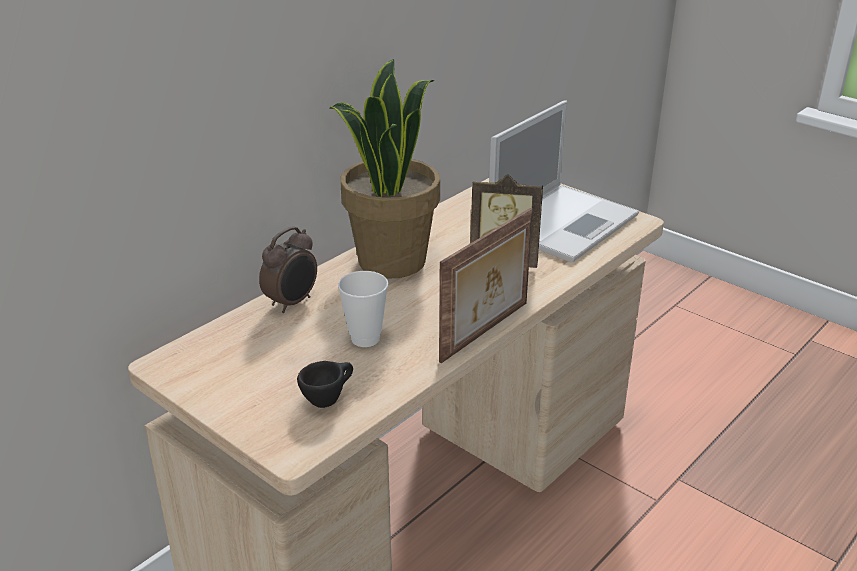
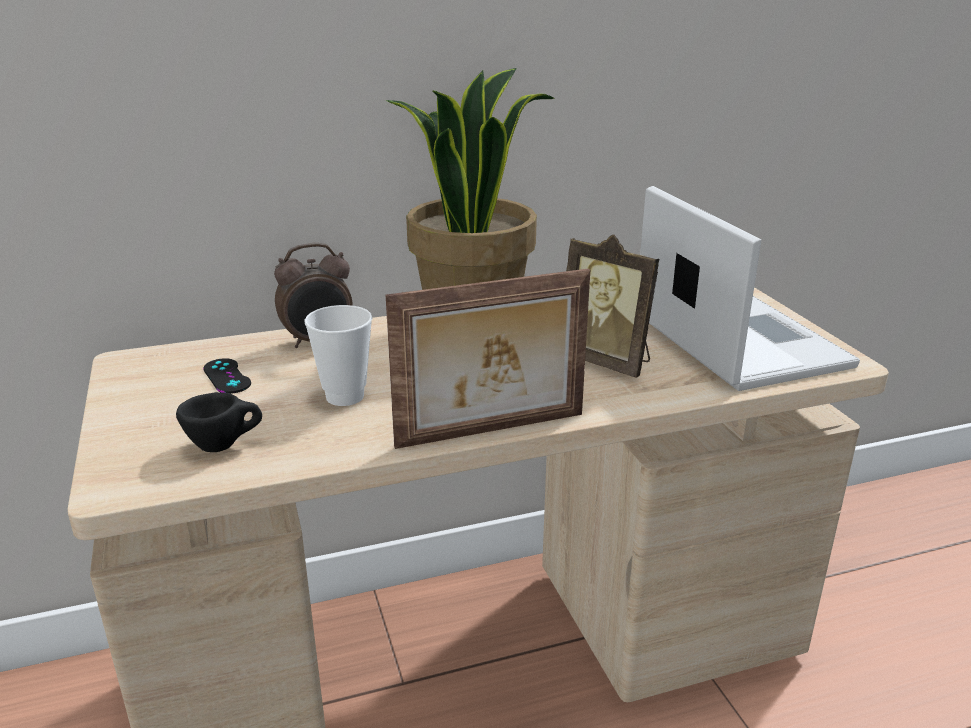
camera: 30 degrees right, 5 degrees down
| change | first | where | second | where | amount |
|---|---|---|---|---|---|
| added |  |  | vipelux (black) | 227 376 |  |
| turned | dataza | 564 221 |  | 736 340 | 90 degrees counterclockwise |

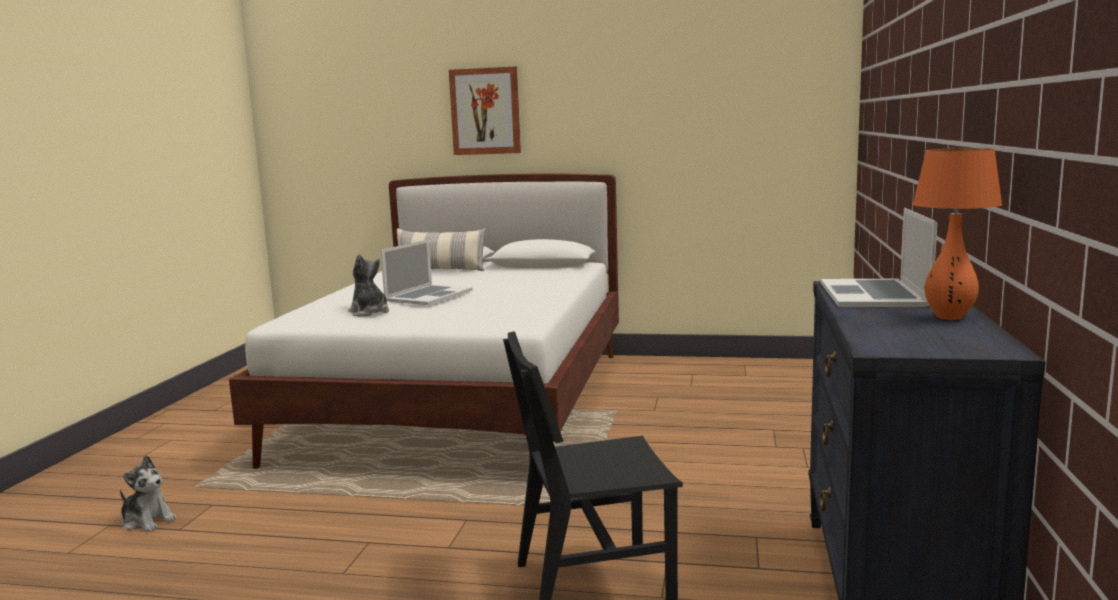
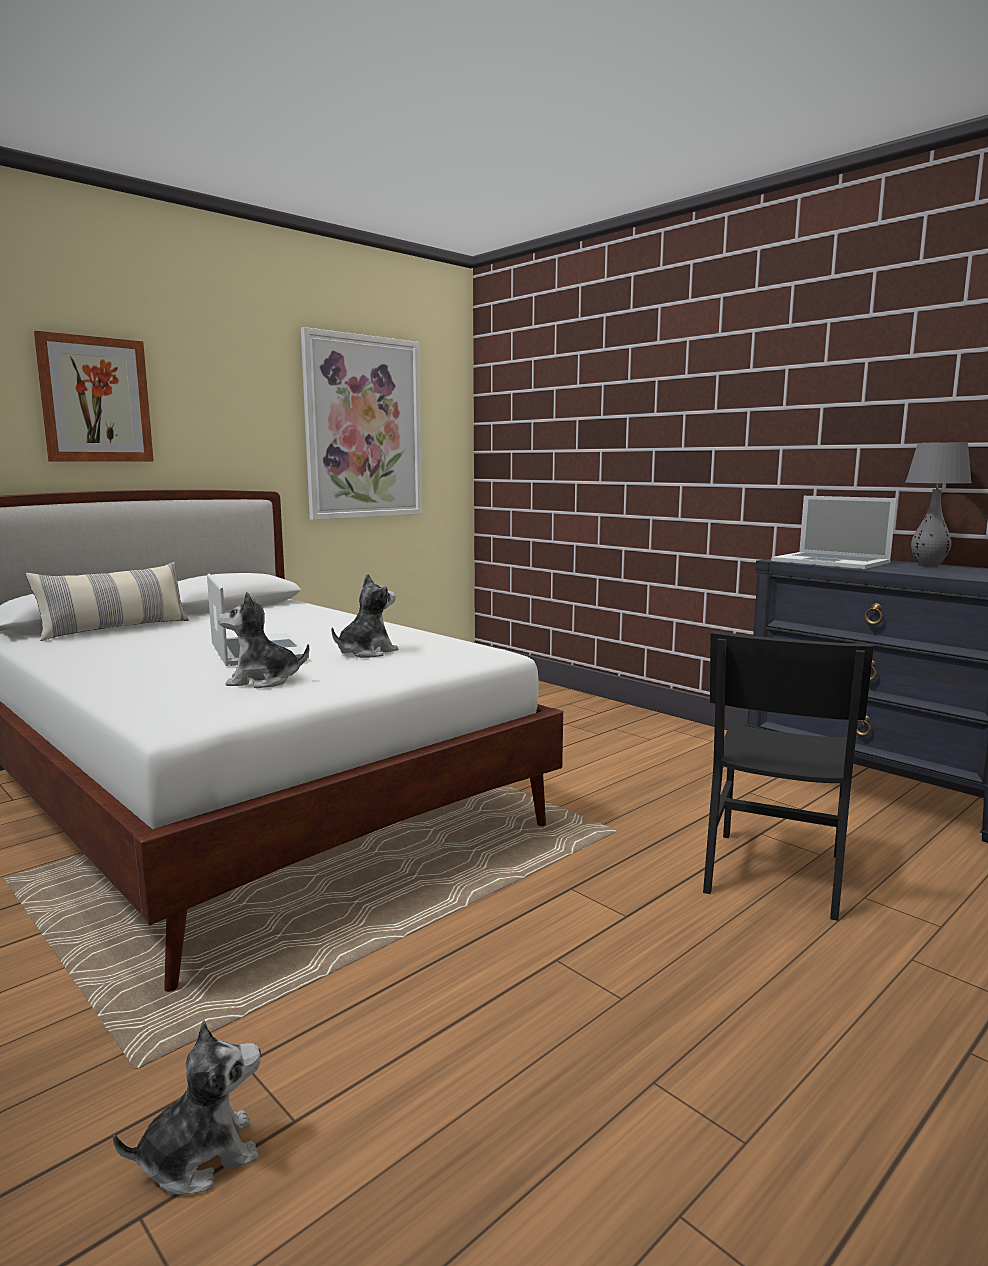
camera: 55 degrees left, 0 degrees up
| change | first | where | second | where | amount |
|---|---|---|---|---|---|
| added |  |  | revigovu | 363 428 |  |
| added |  |  | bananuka | 366 652 |  |
| recoloured | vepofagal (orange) | 949 317 | vepofagal (grey) | 928 565 |  |

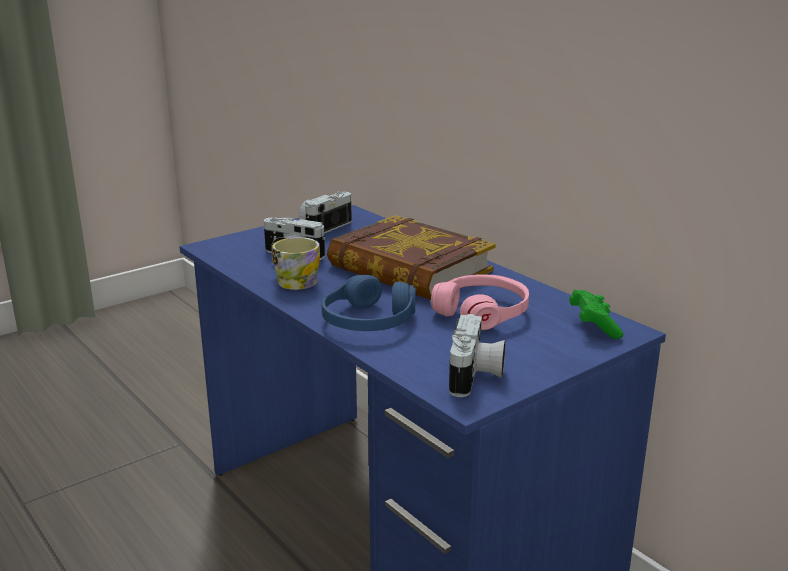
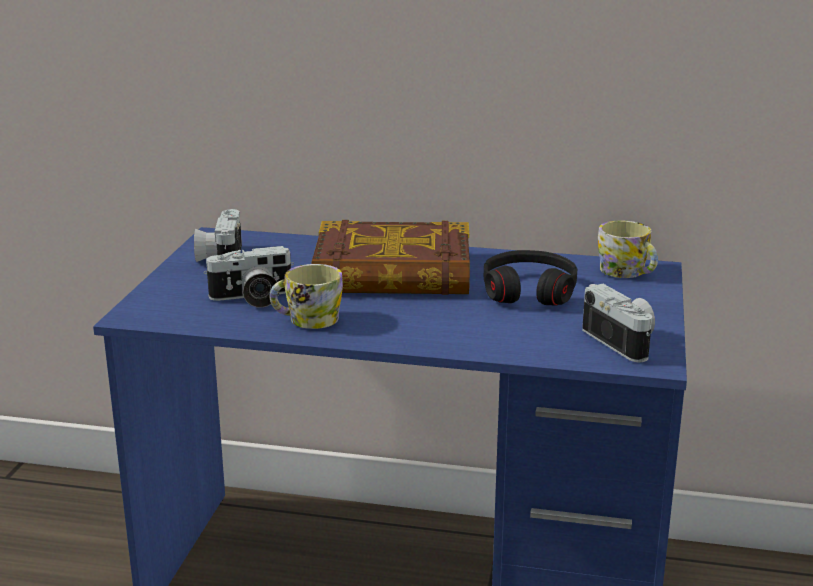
camera: 40 degrees left, 0 degrees up
| change | first | where | second | where | amount |
|---|---|---|---|---|---|
| recoloured | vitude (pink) | 482 313 | vitude (black) | 529 291 |  |
| replaced | vipelux (green) | 593 326 | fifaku | 627 273 |  |
| removed | vitude (blue) | 368 321 |  |  |  |

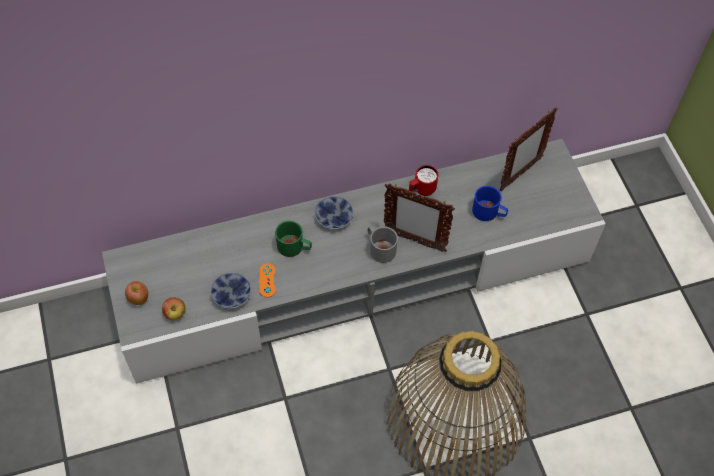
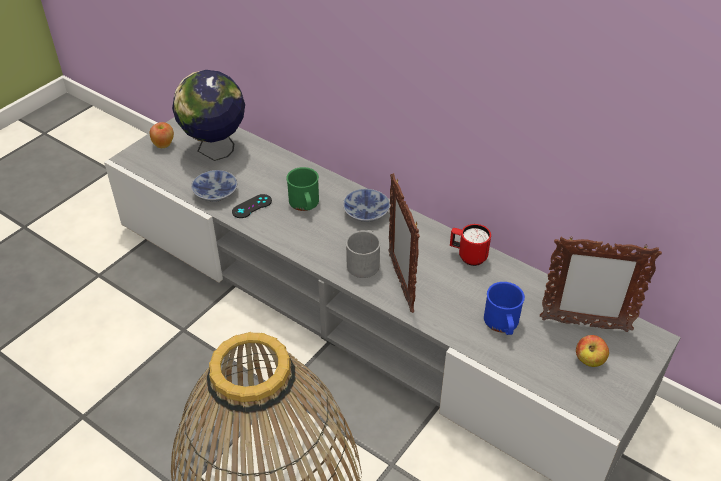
camera: 55 degrees right, 15 degrees down
| change | first | where | second | where | amount |
|---|---|---|---|---|---|
| added |  |  | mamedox | 215 150 |  |
| recoloured | vipelux (orange) | 267 280 | vipelux (black) | 252 206 |  |
| moved | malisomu | 175 313 |  | 589 360 |  |

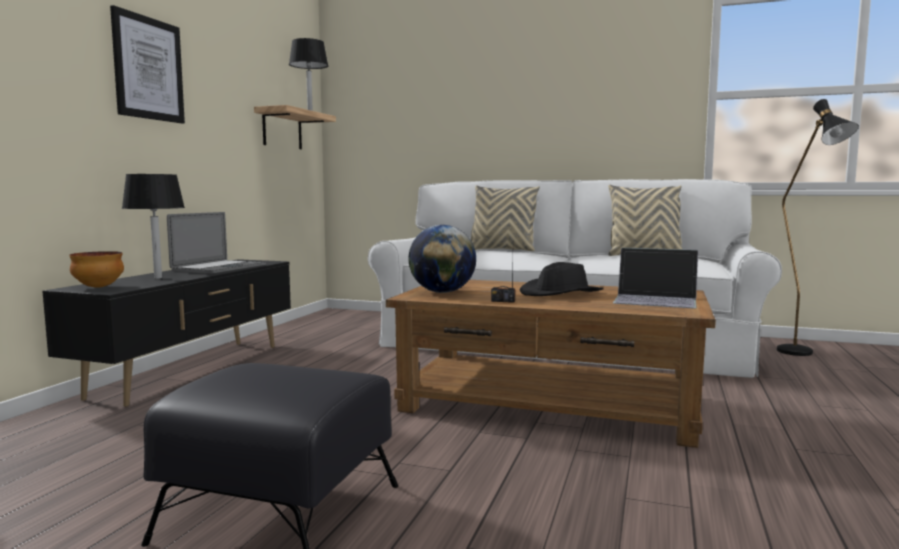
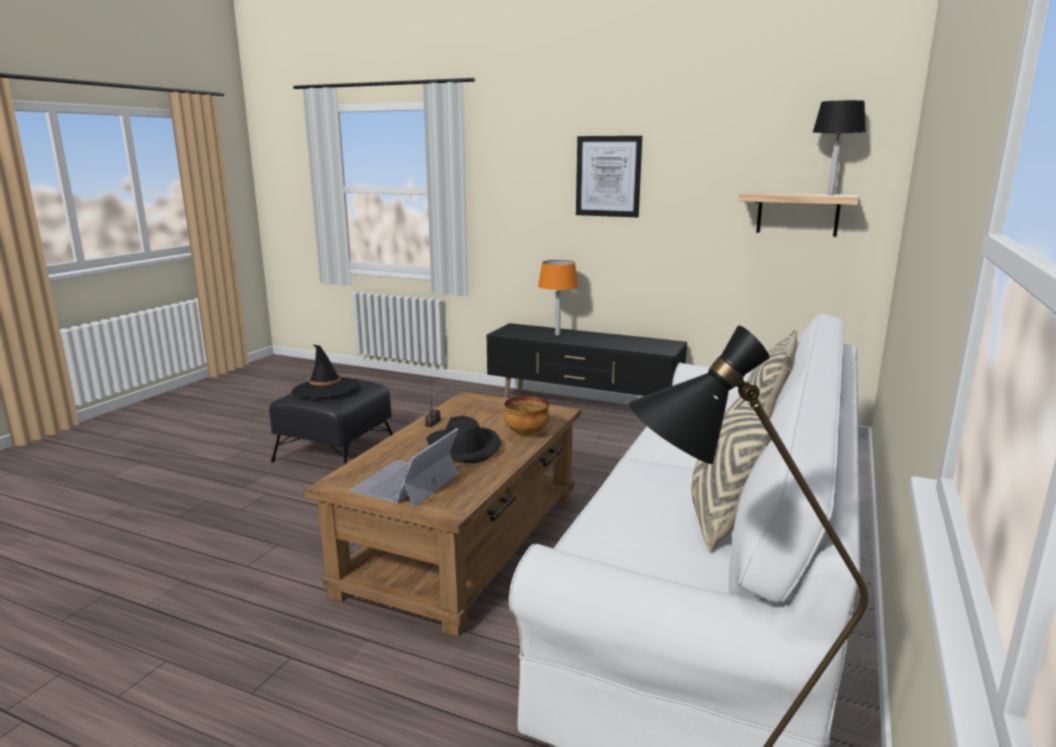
camera: 95 degrees right, 10 degrees up
| change | first | where | second | where | amount |
|---|---|---|---|---|---|
| added |  |  | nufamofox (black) | 325 389 |  |
| moved | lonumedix | 98 287 |  | 526 434 |  |
| recoloured | vepofagal (black) | 158 278 | vepofagal (orange) | 557 335 |  |
| removed | dataza | 219 268 |  |  |  |
| removed | mamedox | 442 292 |  |  |  |

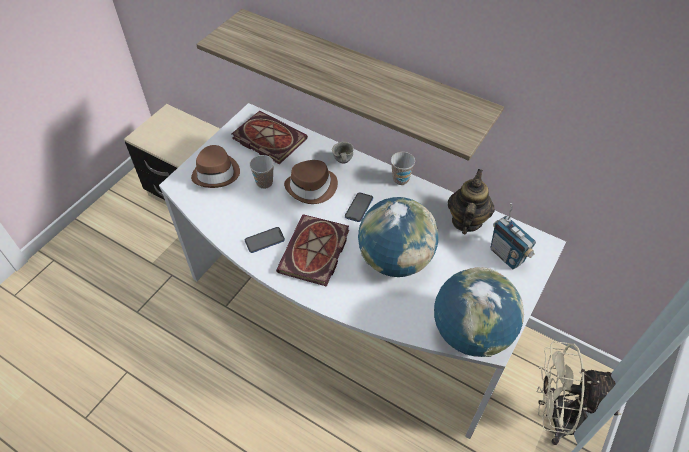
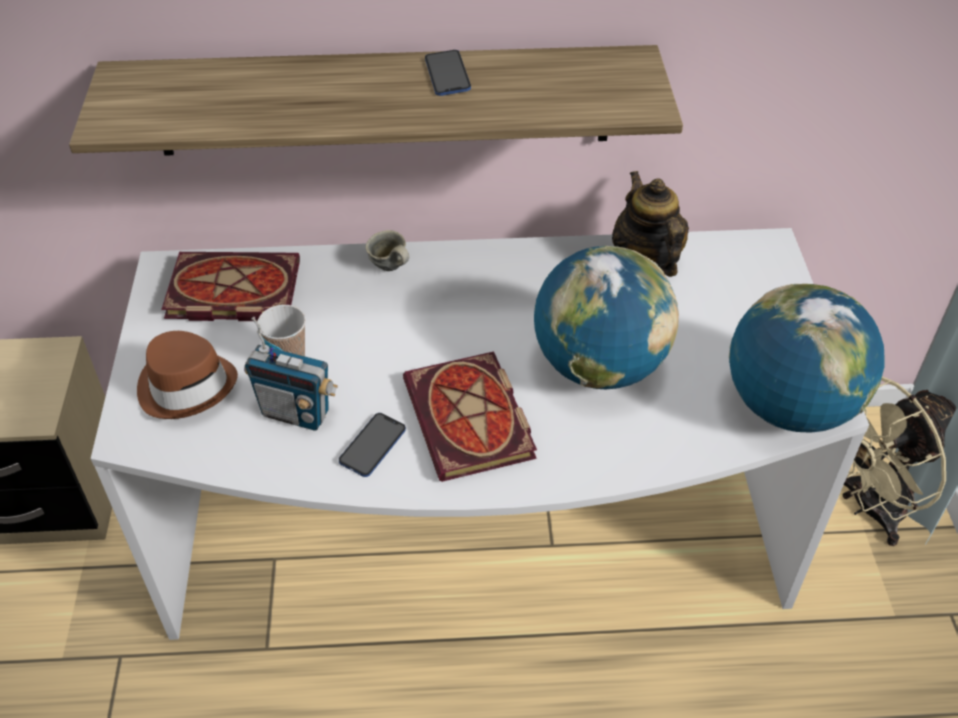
camera: 35 degrees left, 5 degrees down
| change | first | where | second | where | amount |
|---|---|---|---|---|---|
| moved | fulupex | 507 255 |  | 296 413 |  |
| moved | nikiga | 359 208 |  | 447 75 |  |
| removed | nufamofox (brown) | 312 187 |  |  |  |
| removed | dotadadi | 400 179 |  |  |  |

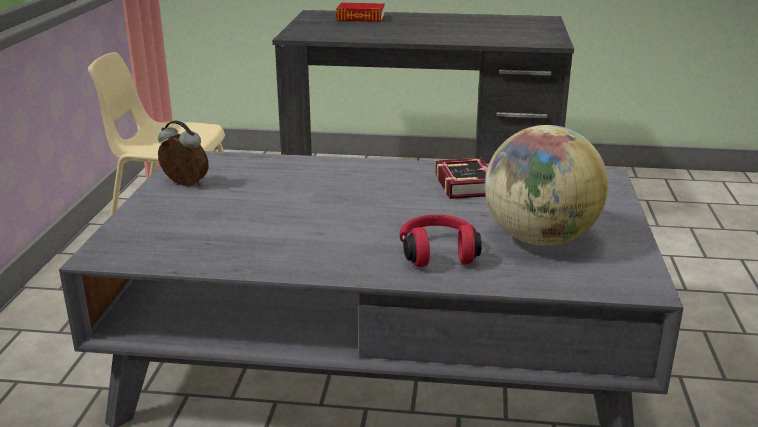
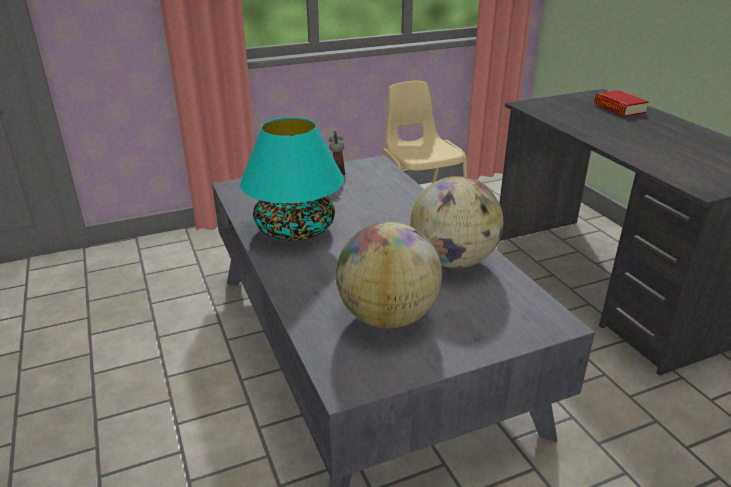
camera: 60 degrees right, 5 degrees up
| change | first | where | second | where | amount |
|---|---|---|---|---|---|
| added |  |  | vepofagal (turquoise) | 295 230 |  |
| replaced | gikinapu | 466 184 | mamedox | 453 261 |  |
| removed | vitude (red) | 438 252 |  |  |  |

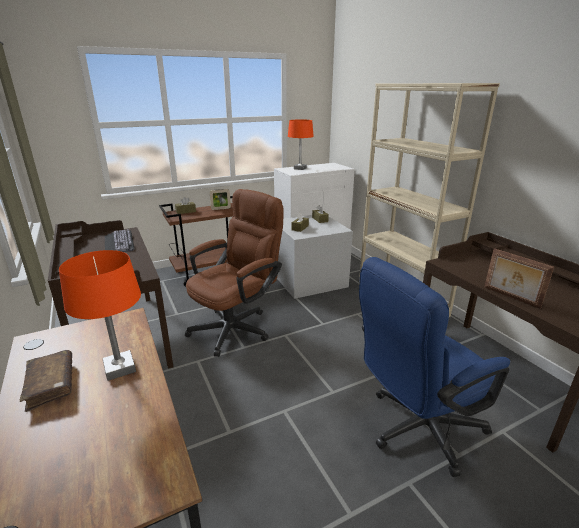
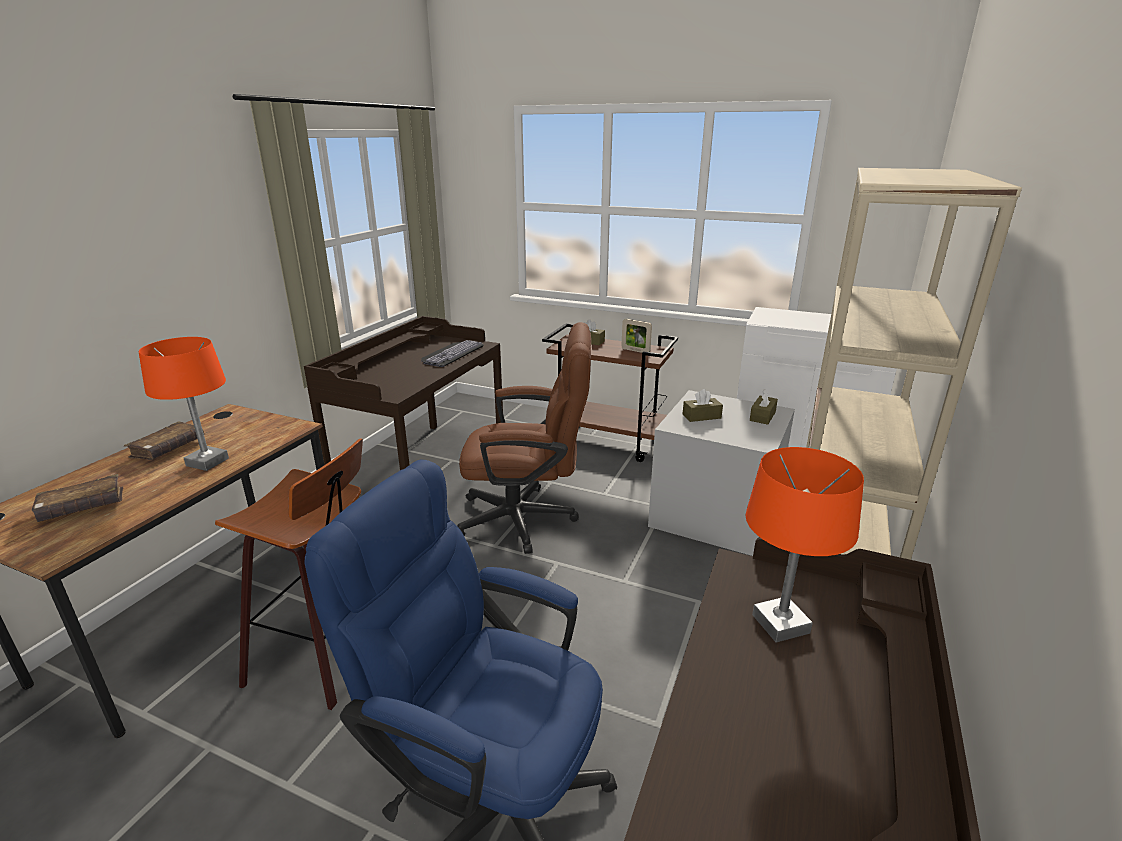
camera: 50 degrees right, 0 degrees up
| change | first | where | second | where | amount |
|---|---|---|---|---|---|
| added |  |  | gikinapu (brown) | 83 507 |  |
| added |  |  | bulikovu | 329 654 |  |
| moved | vepofagal (orange) | 300 168 |  | 780 624 |  |
| removed | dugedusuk | 510 297 |  |  |  |

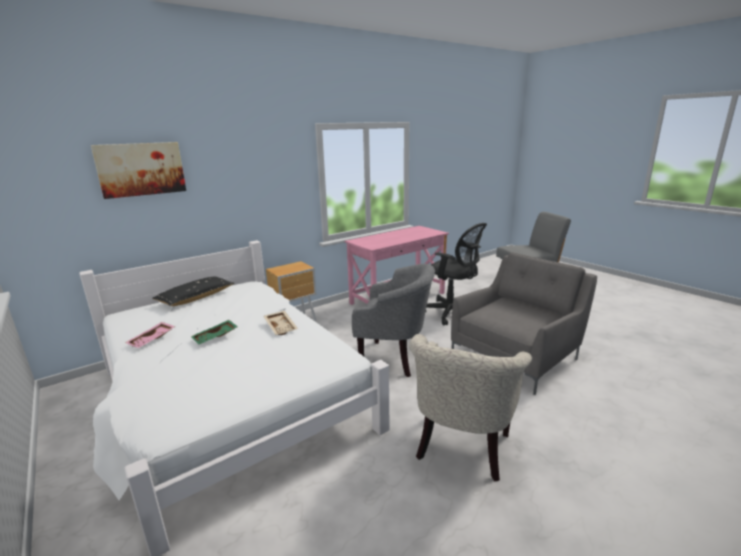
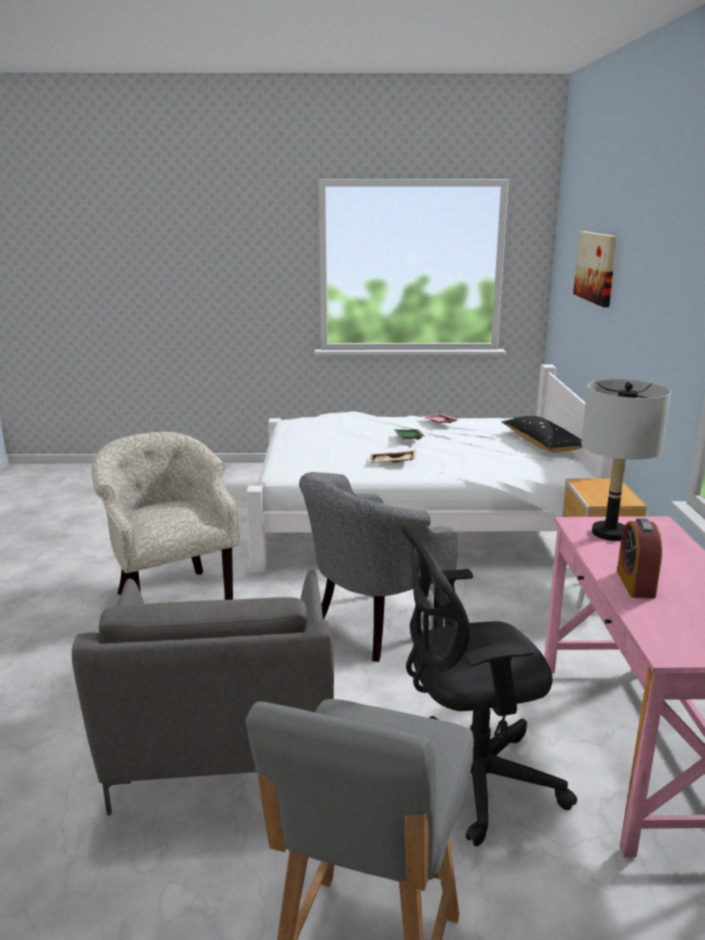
camera: 125 degrees right, 0 degrees up
| change | first | where | second | where | amount |
|---|---|---|---|---|---|
| added |  |  | vepofagal (grey) | 610 533 |  |
| added |  |  | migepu | 635 584 |  |

